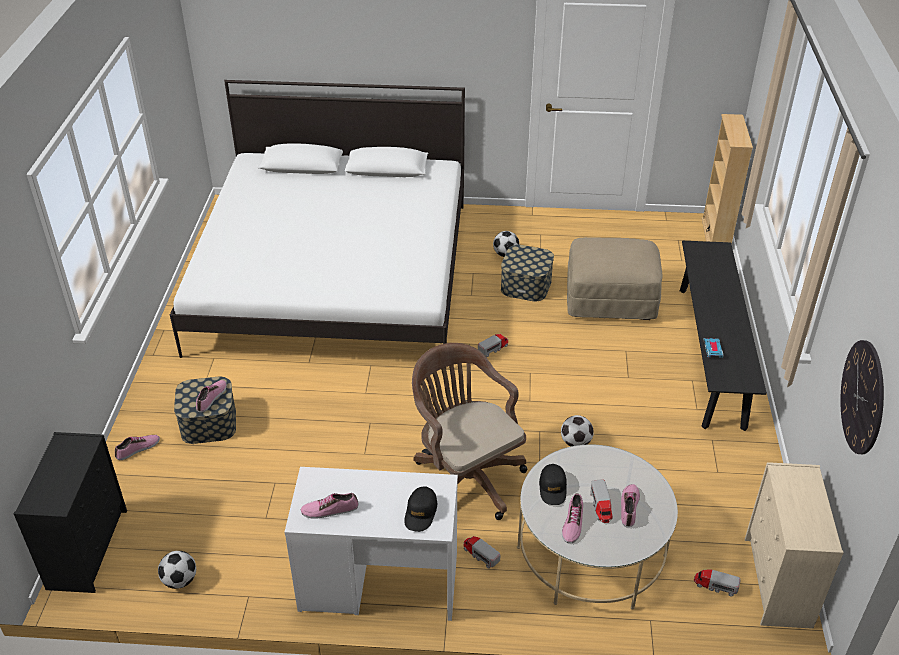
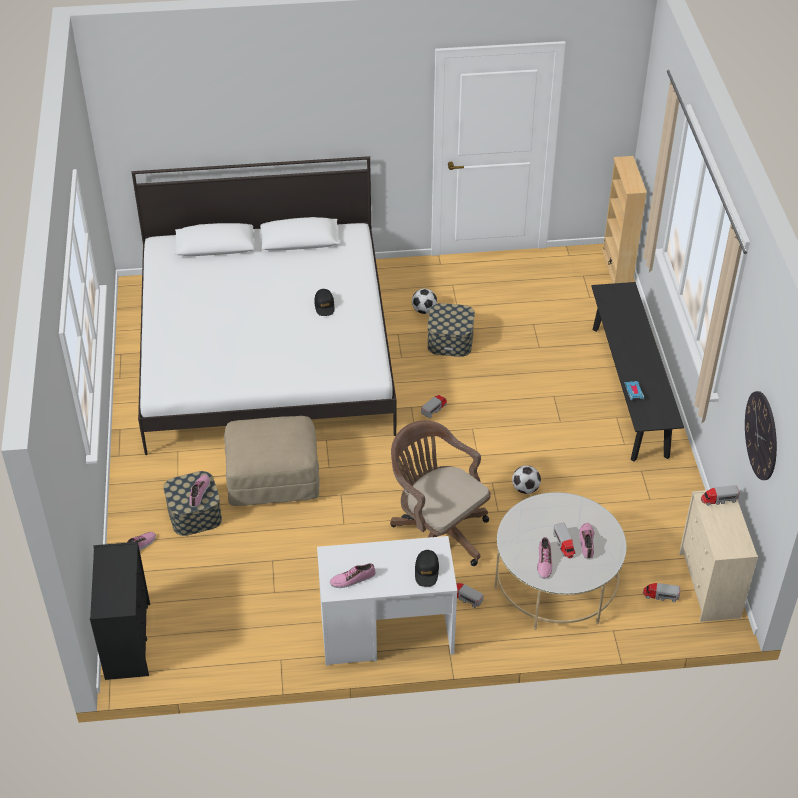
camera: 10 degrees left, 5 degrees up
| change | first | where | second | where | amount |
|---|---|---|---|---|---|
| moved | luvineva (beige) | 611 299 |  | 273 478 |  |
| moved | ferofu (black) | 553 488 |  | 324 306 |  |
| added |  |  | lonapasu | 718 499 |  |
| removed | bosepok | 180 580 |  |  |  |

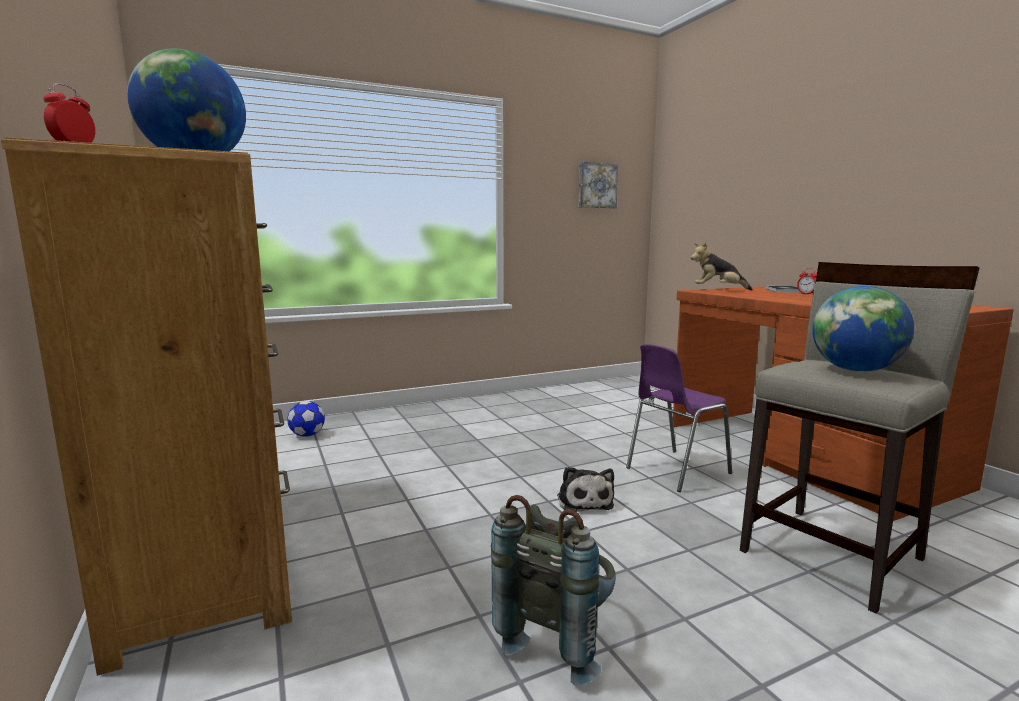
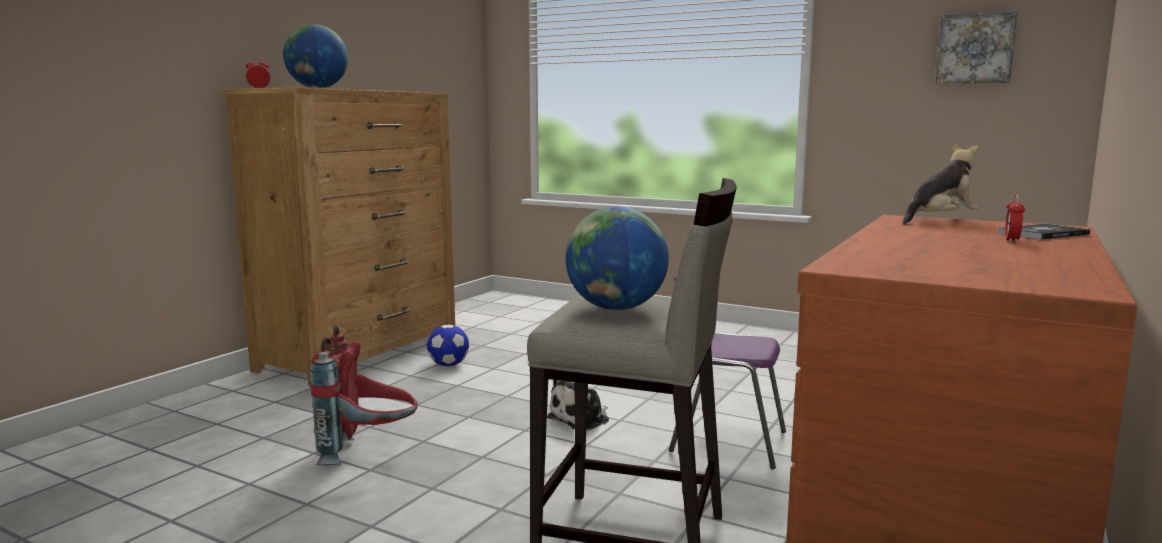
camera: 55 degrees right, 0 degrees up
| change | first | where | second | where | amount |
|---|---|---|---|---|---|
| recoloured | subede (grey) | 558 636 | subede (red) | 368 453 |  |
| moved | bosepok | 307 435 |  | 448 365 |  |
| turned | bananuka | 718 290 |  | 939 220 | 90 degrees clockwise |

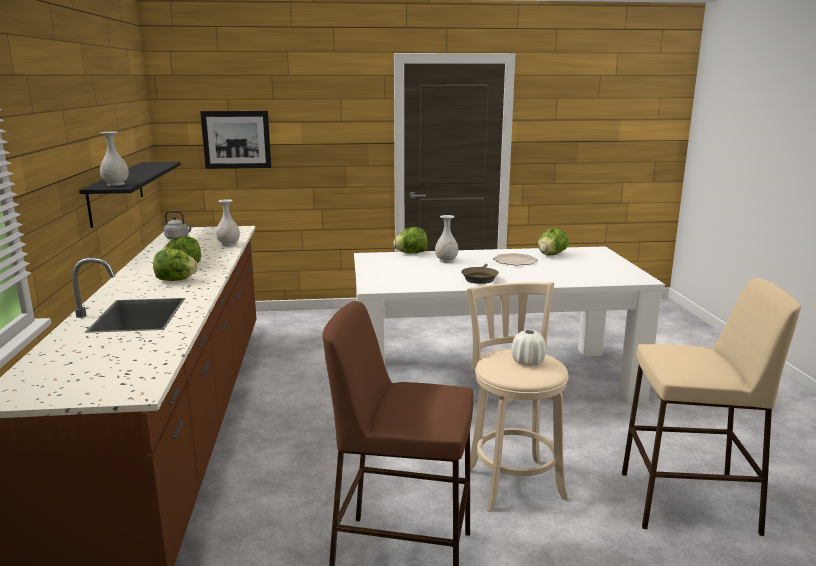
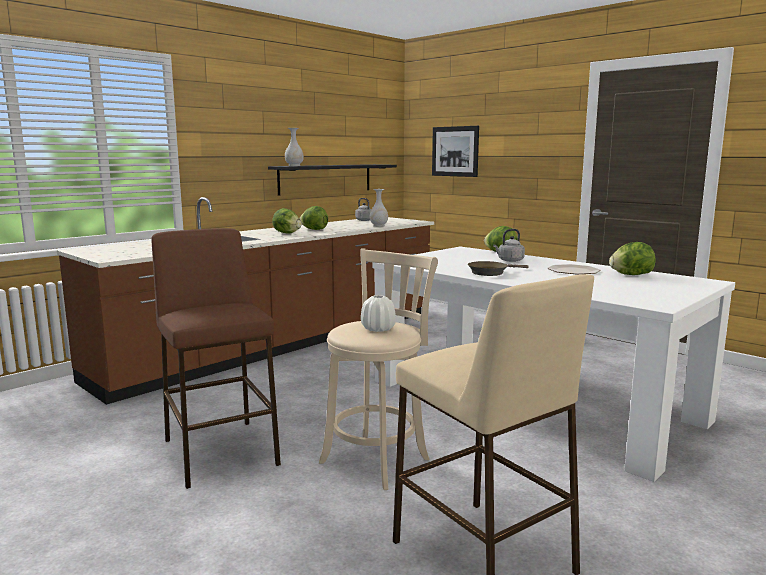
camera: 50 degrees right, 5 degrees down
| change | first | where | second | where | amount |
|---|---|---|---|---|---|
| replaced | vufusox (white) | 446 261 | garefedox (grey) | 509 260 |  |

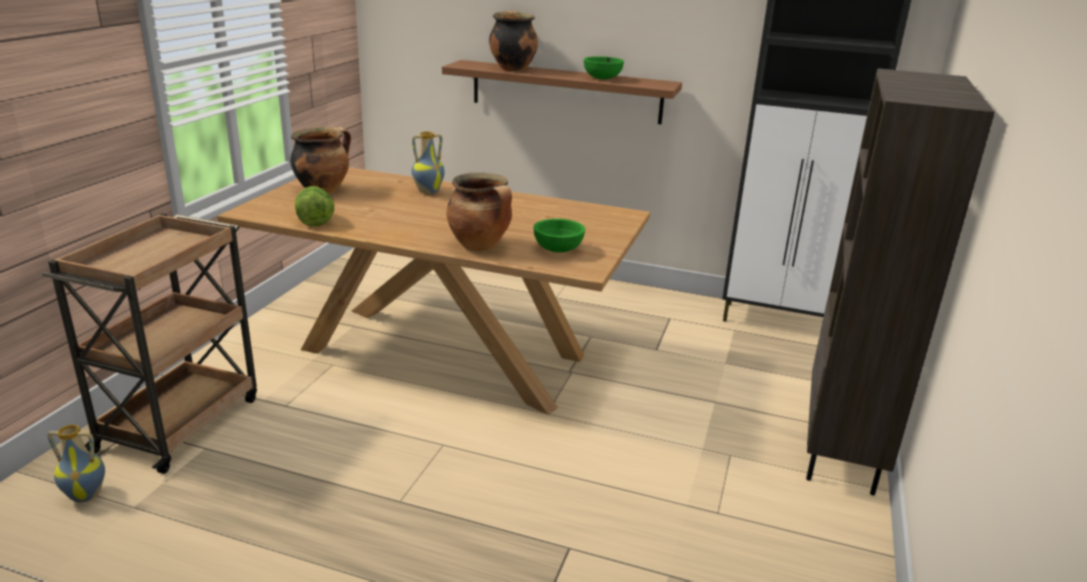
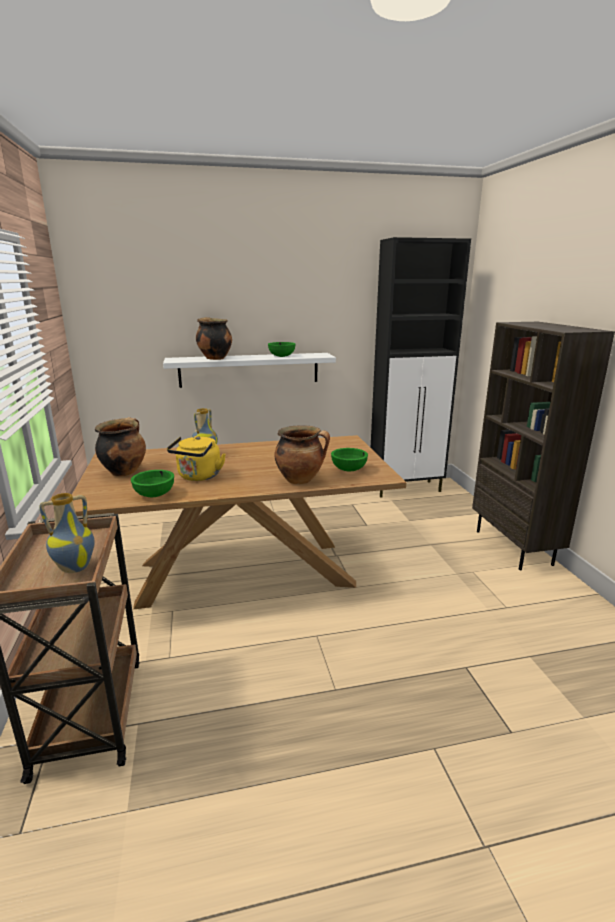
camera: 30 degrees left, 5 degrees down
| change | first | where | second | where | amount |
|---|---|---|---|---|---|
| moved | vufusox | 86 494 |  | 75 567 |  |
| replaced | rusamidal | 314 221 | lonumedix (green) | 154 494 |  |
| recoloured | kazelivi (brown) | 566 91 | kazelivi (white) | 249 369 |  |
| added |  |  | garefedox (yellow) | 198 477 |  |

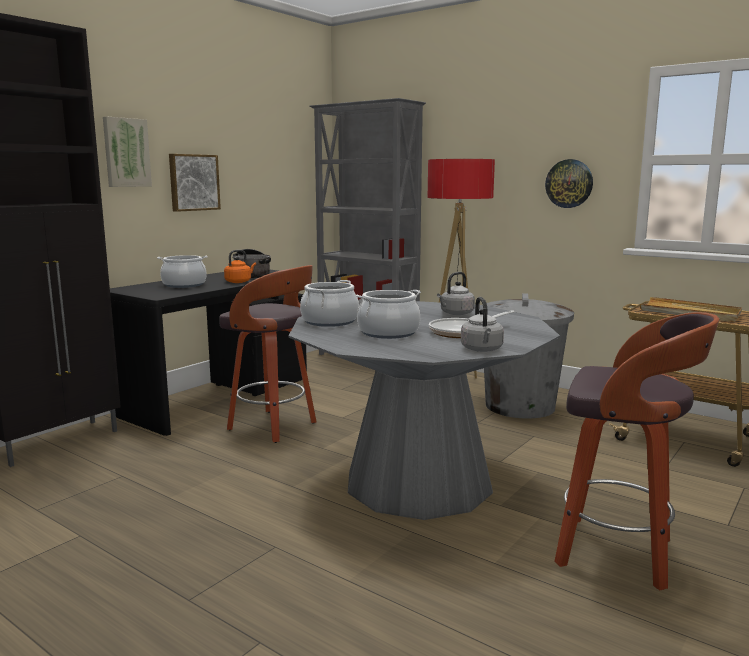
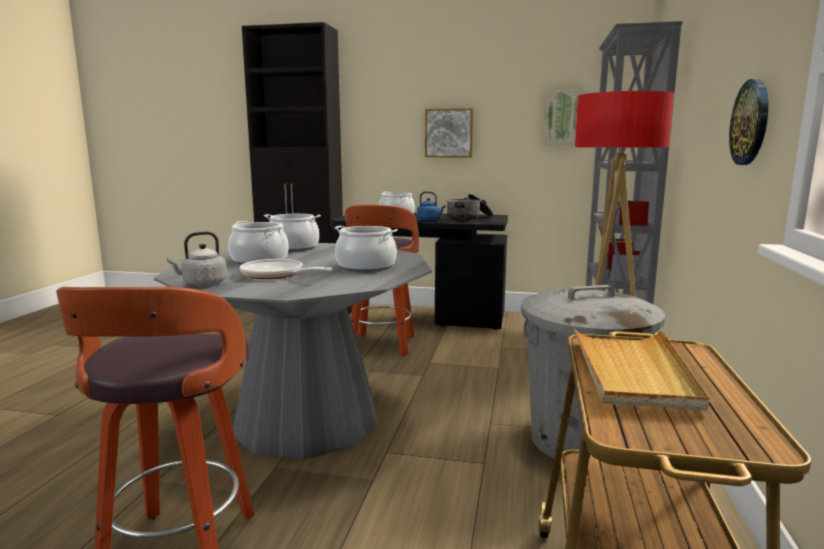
camera: 65 degrees right, 0 degrees up
| change | first | where | second | where | amount |
|---|---|---|---|---|---|
| replaced | garefedox (grey) | 455 313 | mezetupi | 366 267 |  |
| recoloured | garefedox (orange) | 239 282 | garefedox (blue) | 429 220 |  |
| moved | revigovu | 126 152 |  | 563 118 |  |

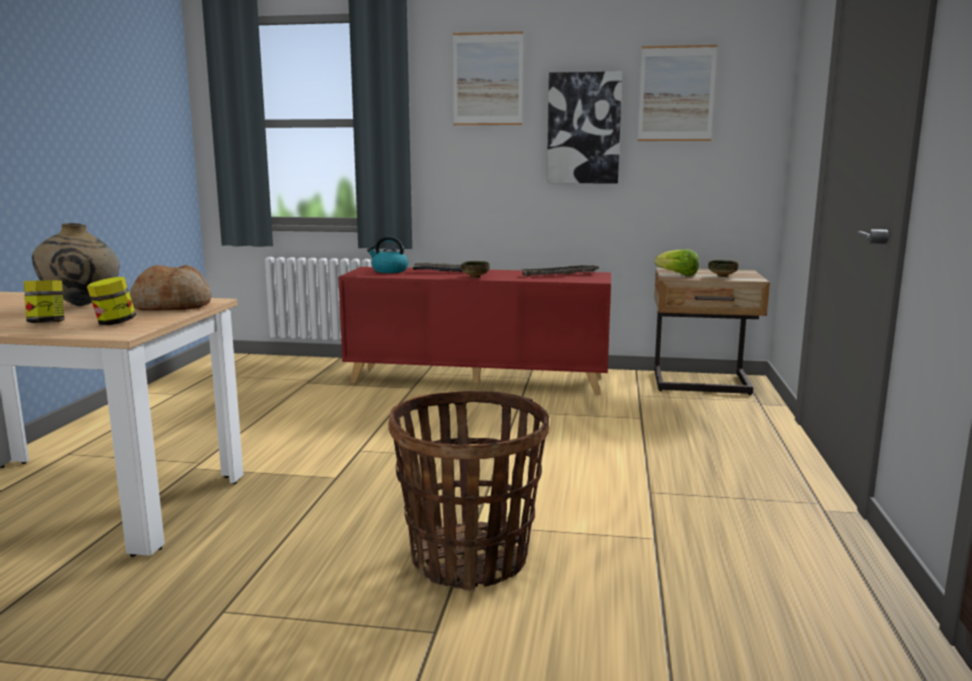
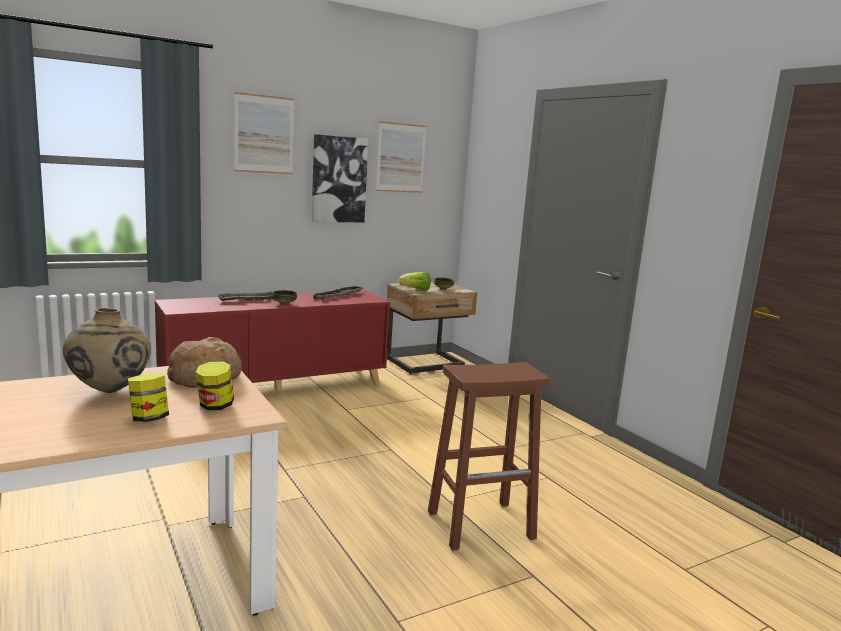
camera: 40 degrees left, 0 degrees up
| change | first | where | second | where | amount |
|---|---|---|---|---|---|
| replaced | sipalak | 470 559 | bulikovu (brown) | 482 524 |  |
| removed | garefedox | 389 271 |  |  |  |

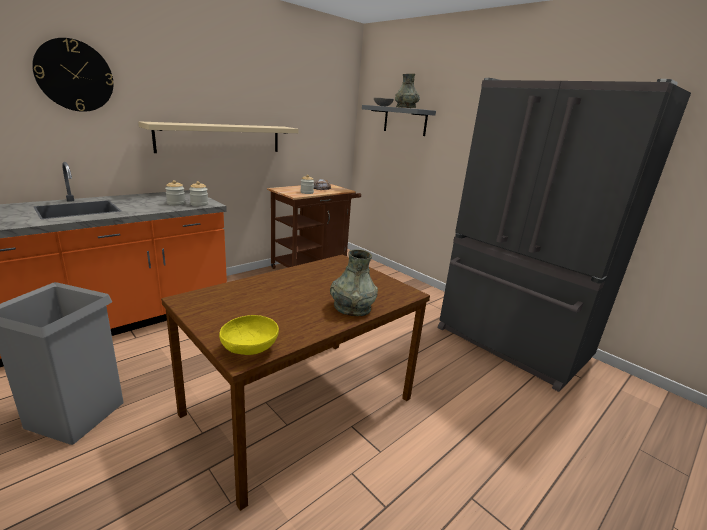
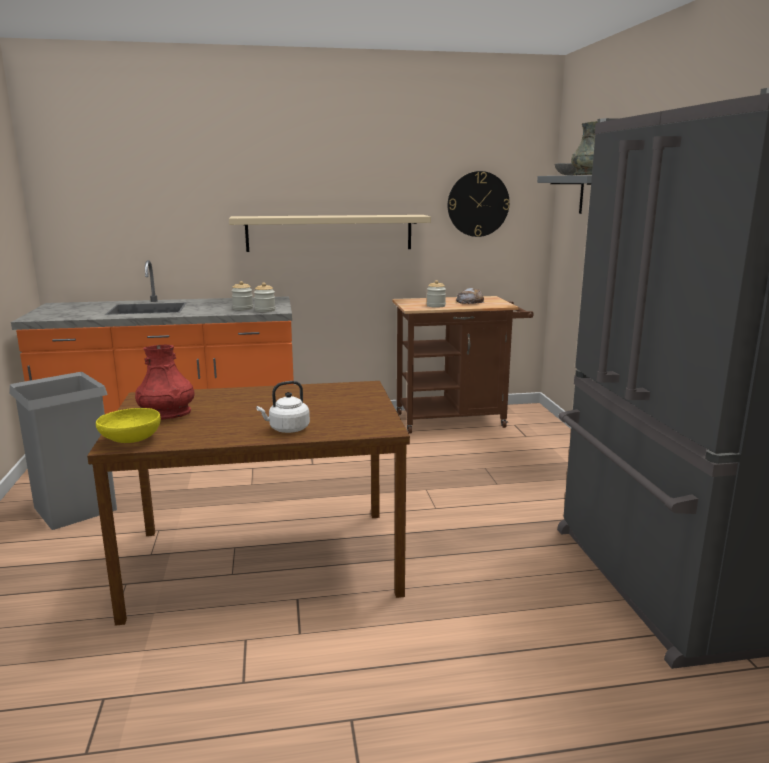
camera: 35 degrees right, 5 degrees down
| change | first | where | second | where | amount |
|---|---|---|---|---|---|
| added |  |  | vufusox (red) | 167 414 |  |
| replaced | vufusox (grey) | 352 307 | garefedox (white) | 287 429 |  |
| moved | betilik | 74 75 |  | 478 204 |  |

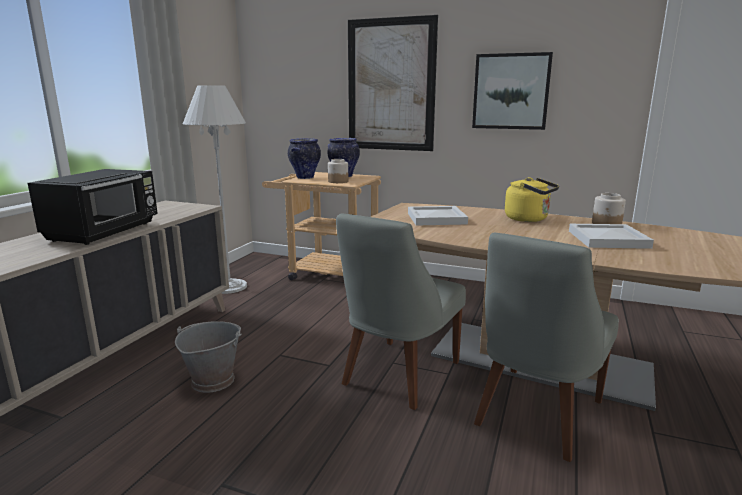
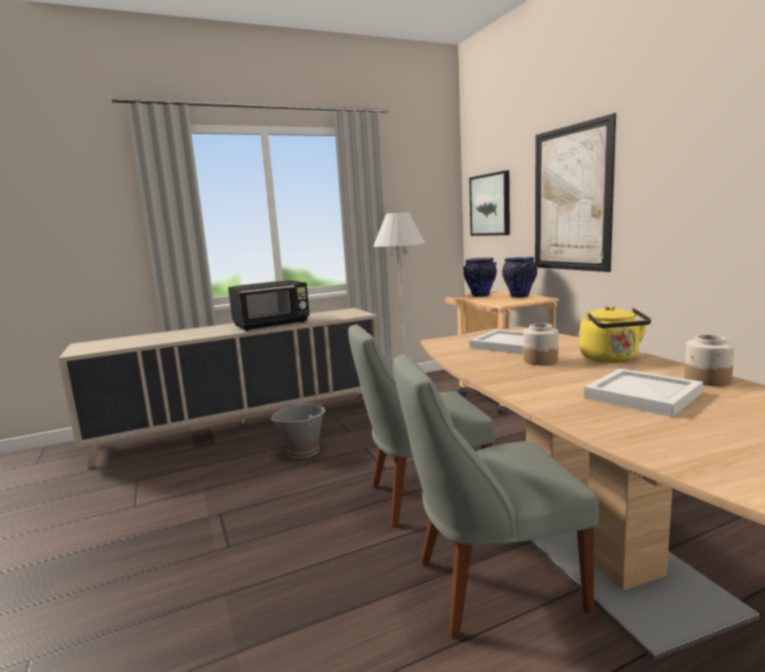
camera: 45 degrees right, 5 degrees down
| change | first | where | second | where | amount |
|---|---|---|---|---|---|
| moved | revigovu | 511 91 |  | 490 205 |  |
| moved | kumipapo | 338 181 |  | 540 360 |  |

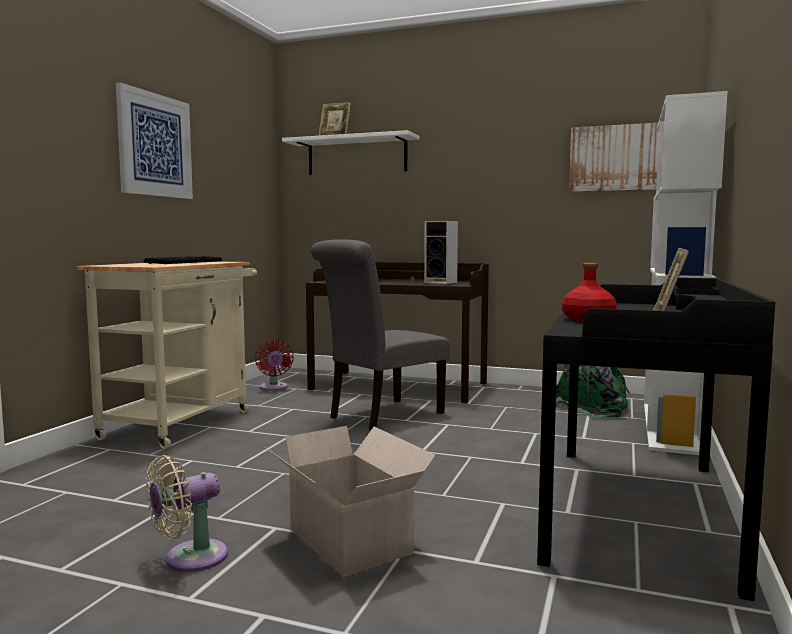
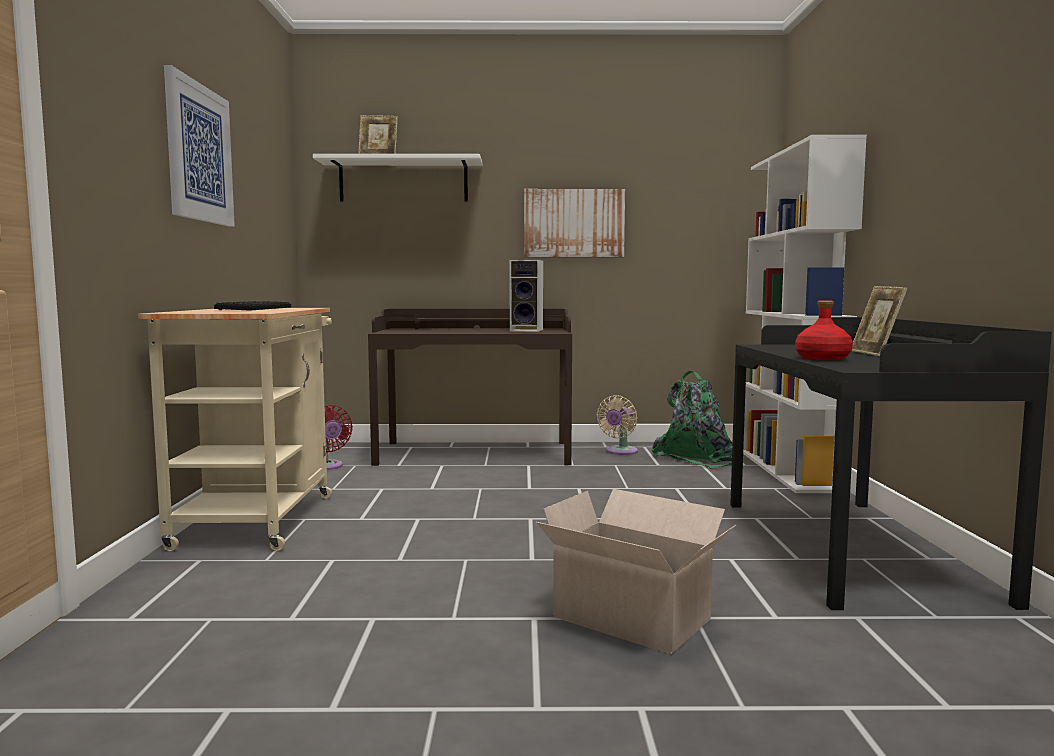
camera: 20 degrees left, 0 degrees up
| change | first | where | second | where | amount |
|---|---|---|---|---|---|
| moved | revigovu | 620 158 |  | 574 223 |  |
| moved | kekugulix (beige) | 189 559 |  | 620 452 |  |
| removed | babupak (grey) | 381 416 |  |  |  |

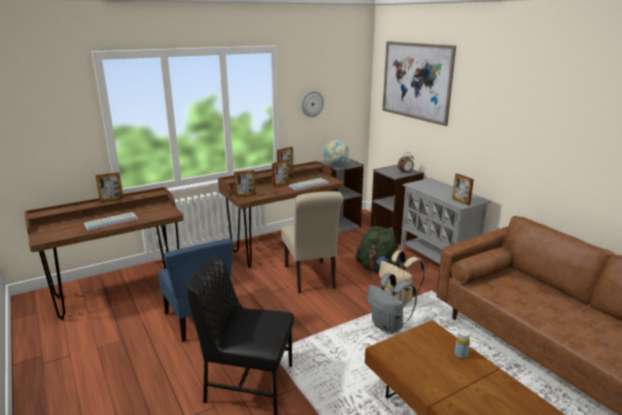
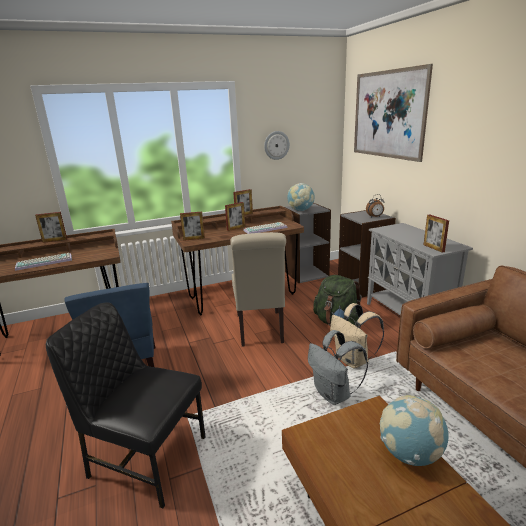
camera: 10 degrees right, 0 degrees up
| change | first | where | second | where | amount |
|---|---|---|---|---|---|
| replaced | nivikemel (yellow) | 460 355 | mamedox | 410 454 |  |

